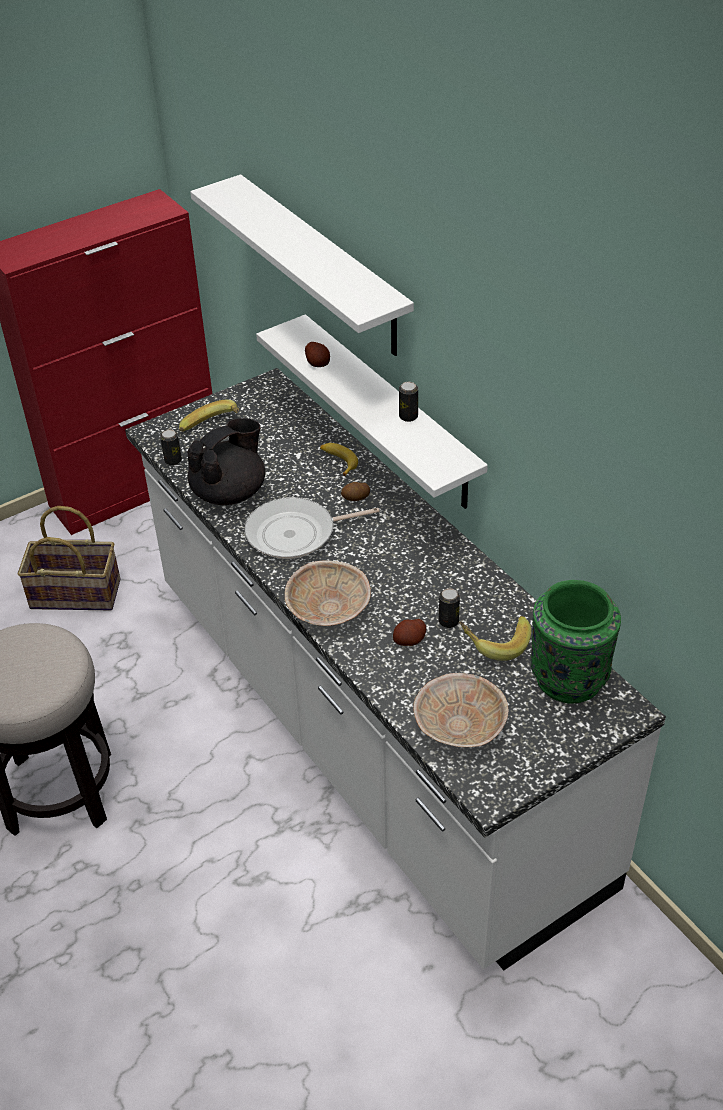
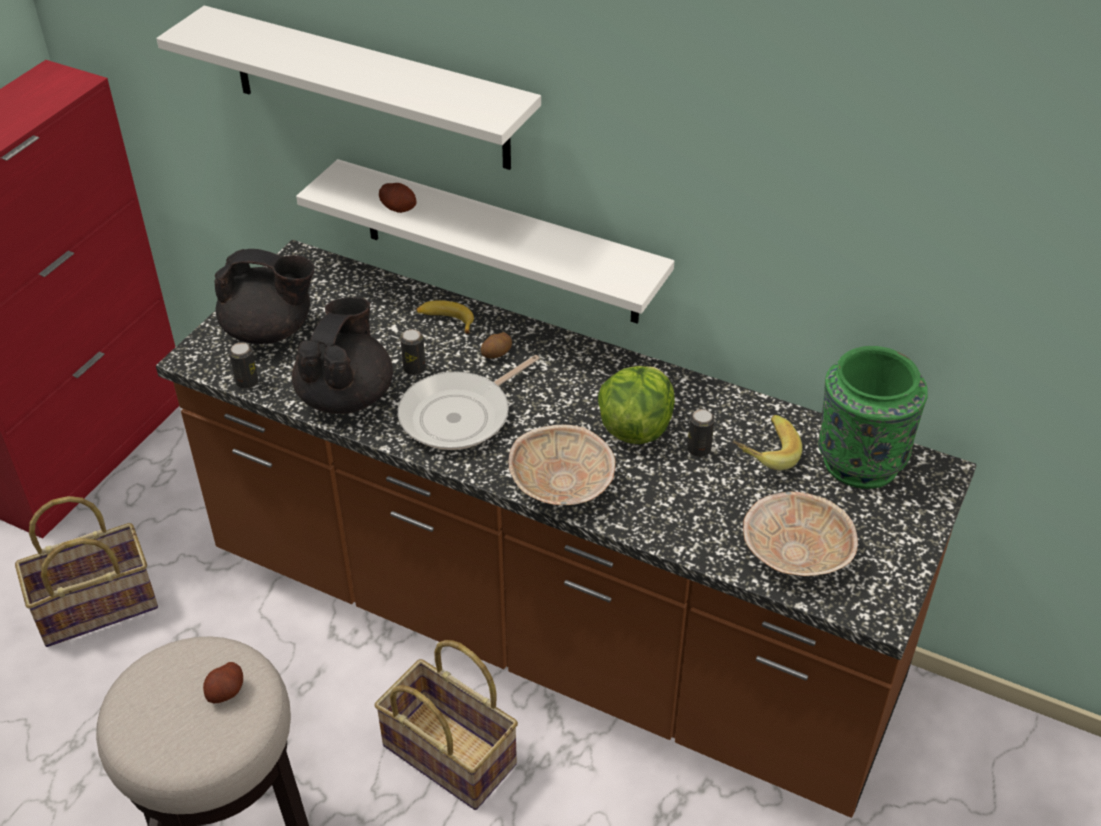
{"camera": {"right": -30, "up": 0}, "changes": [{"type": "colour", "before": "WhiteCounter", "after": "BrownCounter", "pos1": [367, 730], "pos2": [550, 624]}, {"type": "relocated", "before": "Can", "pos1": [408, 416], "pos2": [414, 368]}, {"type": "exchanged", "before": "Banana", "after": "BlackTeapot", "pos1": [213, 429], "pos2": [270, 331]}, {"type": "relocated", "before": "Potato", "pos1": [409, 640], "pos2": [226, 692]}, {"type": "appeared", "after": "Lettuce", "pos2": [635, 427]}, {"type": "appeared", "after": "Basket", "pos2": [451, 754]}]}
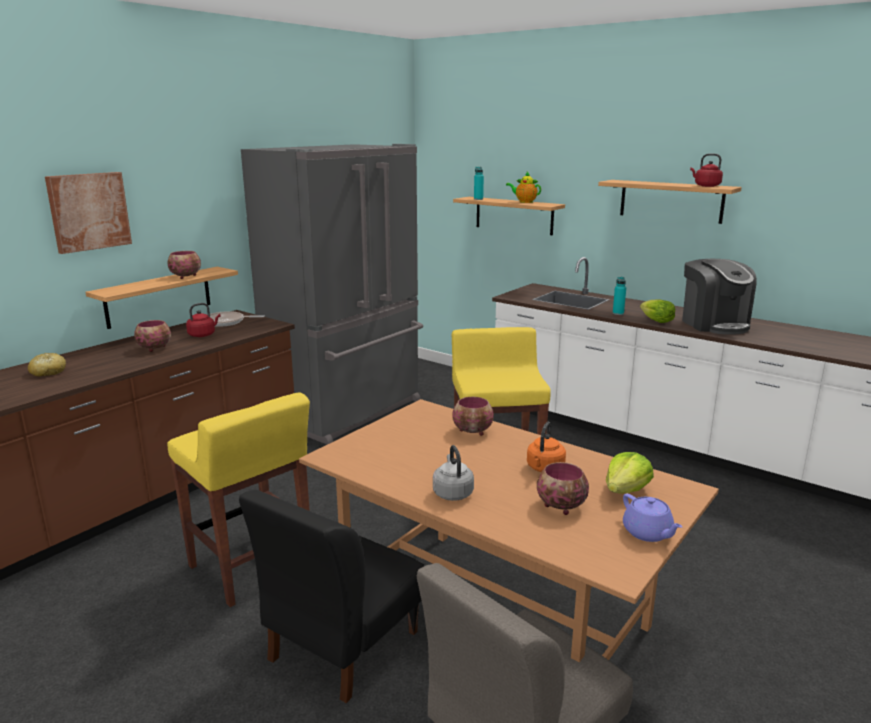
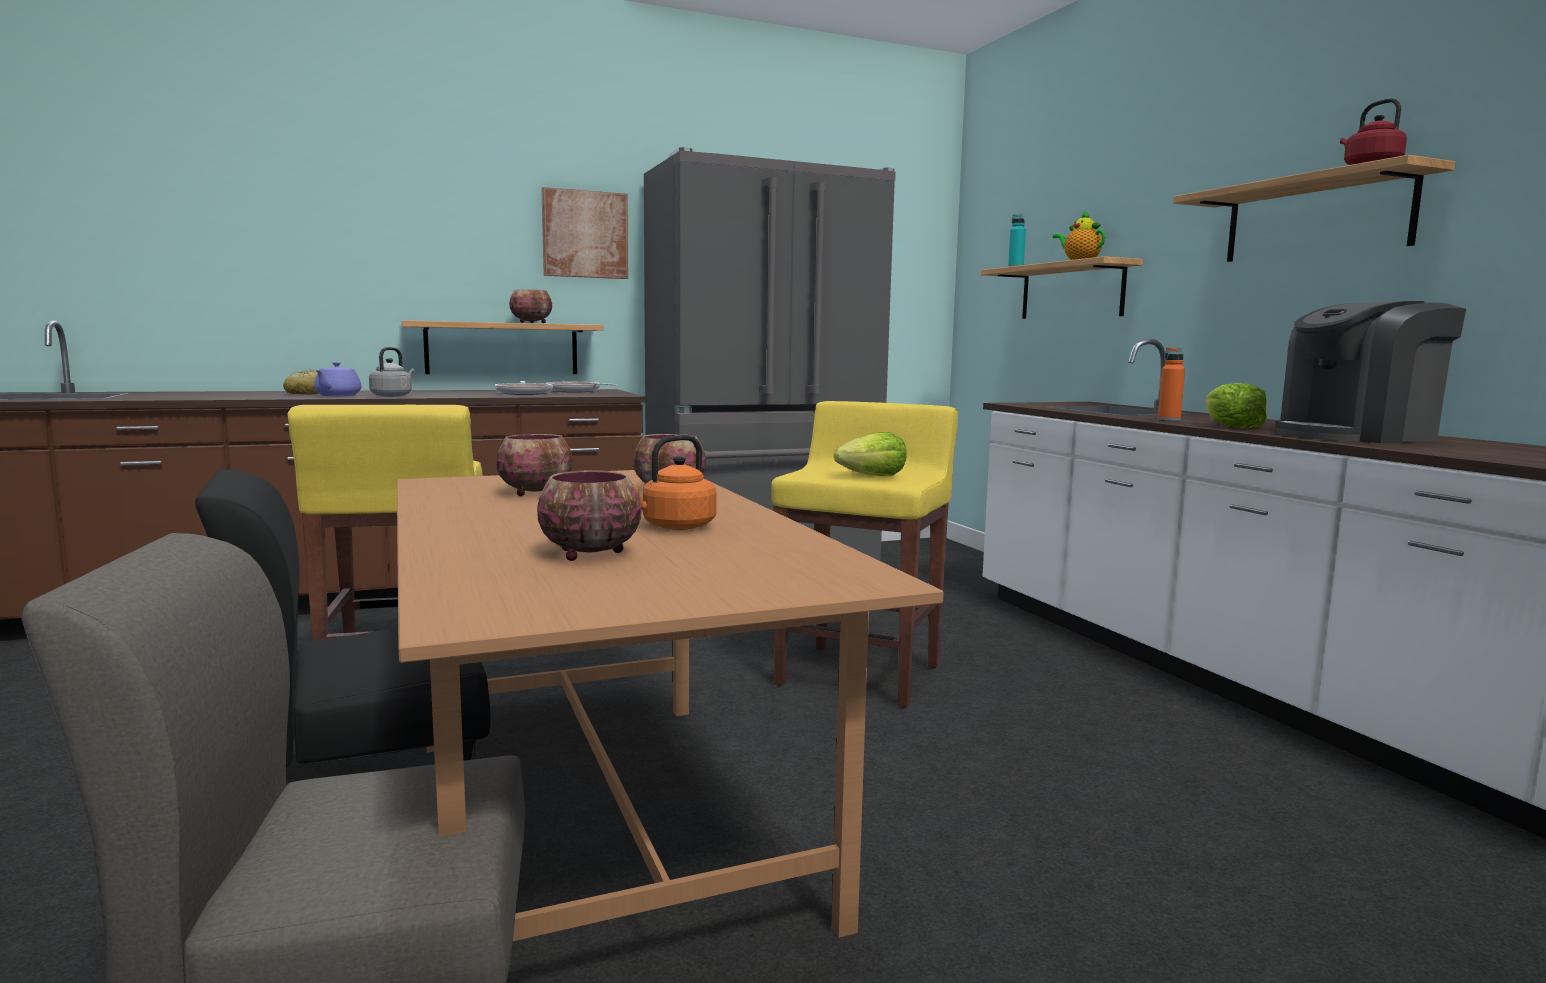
{"camera": {"right": 30, "up": -10}, "changes": [{"type": "relocated", "before": "Picture", "pos1": [89, 211], "pos2": [585, 234]}, {"type": "spun", "before": "CoffeeMachine", "pos1": [714, 324], "pos2": [1356, 436], "turn": 60}, {"type": "colour", "before": "TurquoiseBottle", "after": "OrangeBottle", "pos1": [618, 313], "pos2": [1169, 419]}, {"type": "exchanged", "before": "RedKettle", "after": "FryingPan", "pos1": [203, 335], "pos2": [524, 393]}, {"type": "relocated", "before": "Bowl", "pos1": [155, 348], "pos2": [537, 493]}, {"type": "relocated", "before": "GreyKettle", "pos1": [452, 492], "pos2": [393, 396]}, {"type": "relocated", "before": "Lettuce", "pos1": [626, 490], "pos2": [873, 476]}, {"type": "relocated", "before": "PurpleTeapot", "pos1": [648, 533], "pos2": [337, 396]}]}
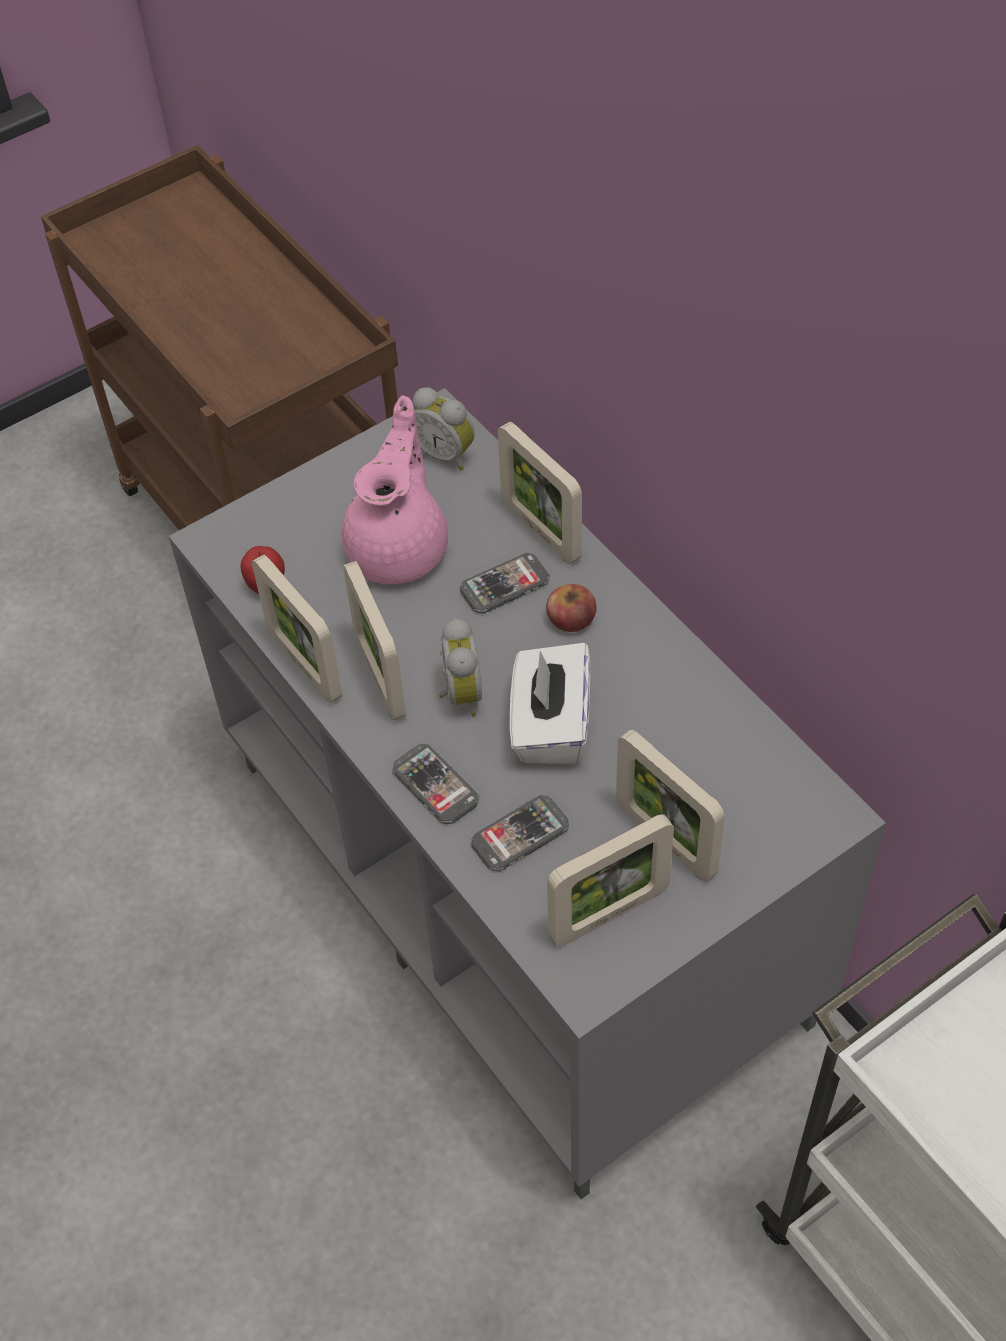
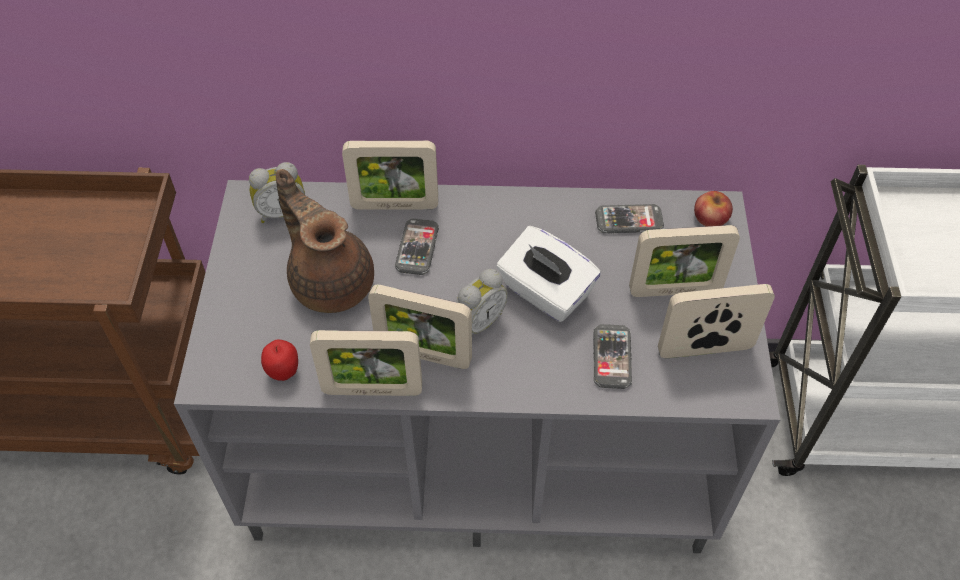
{"camera": {"right": -55, "up": 0}, "changes": [{"type": "colour", "before": "PinkTeapot", "after": "BrownTeapot", "pos1": [400, 547], "pos2": [331, 280]}, {"type": "relocated", "before": "Apple", "pos1": [571, 618], "pos2": [710, 218]}, {"type": "spun", "before": "AlarmClock", "pos1": [459, 694], "pos2": [477, 322], "turn": 105}, {"type": "relocated", "before": "Phone", "pos1": [435, 786], "pos2": [629, 220]}, {"type": "spun", "before": "PictureFrame", "pos1": [609, 914], "pos2": [705, 349], "turn": -105}]}
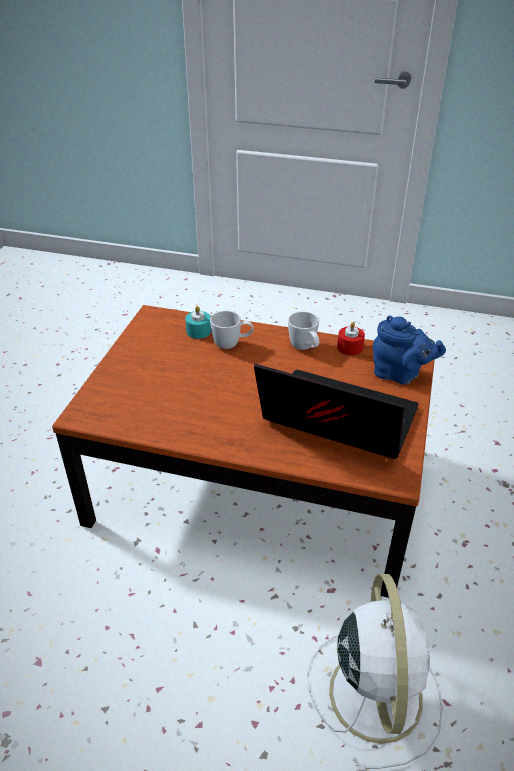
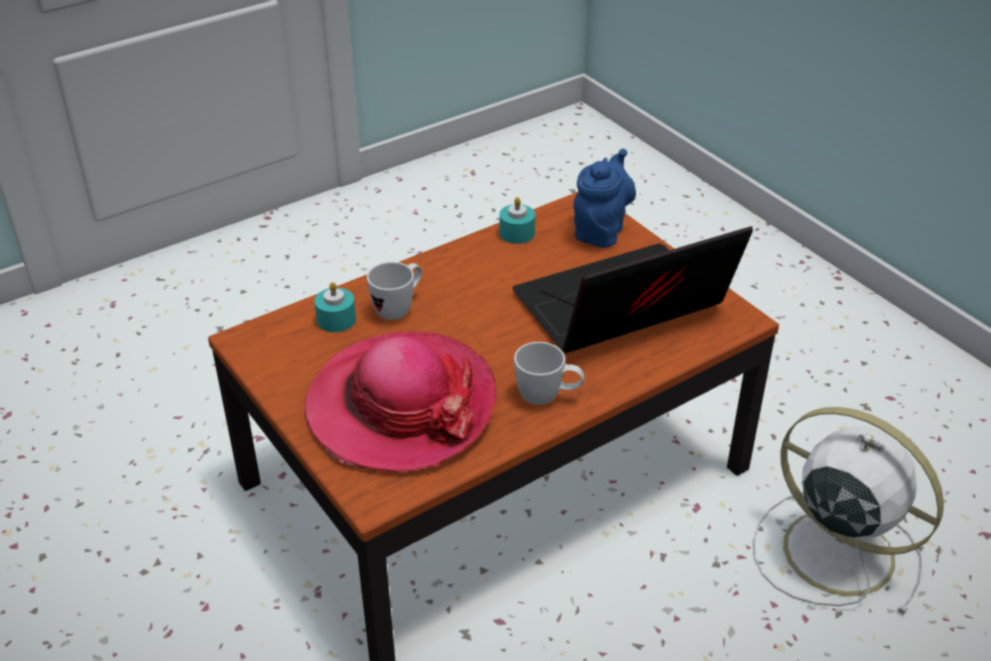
{"camera": {"right": -50, "up": 0}, "changes": [{"type": "relocated", "before": "WhiteMug", "pos1": [305, 348], "pos2": [548, 397]}, {"type": "spun", "before": "BlueTeapot", "pos1": [399, 375], "pos2": [601, 230], "turn": -45}, {"type": "colour", "before": "RedCandle", "after": "TurquoiseCandle", "pos1": [350, 347], "pos2": [517, 233]}, {"type": "appeared", "after": "Hat", "pos2": [401, 406]}]}
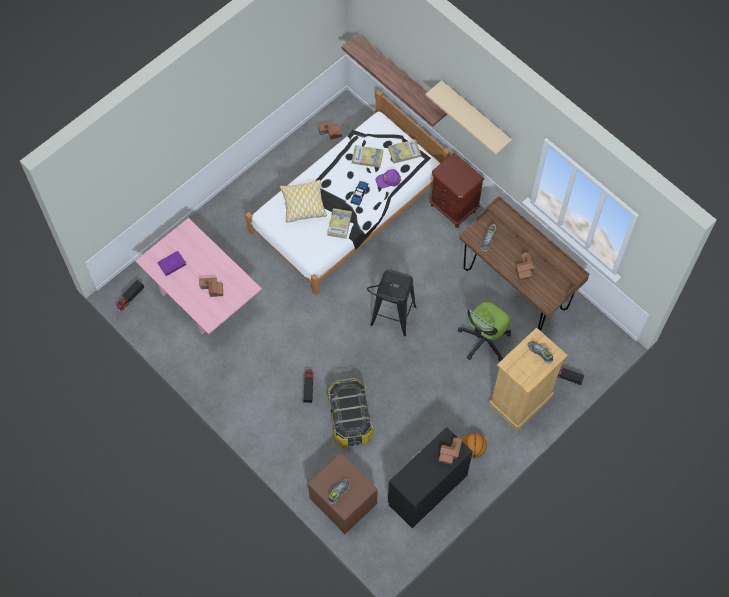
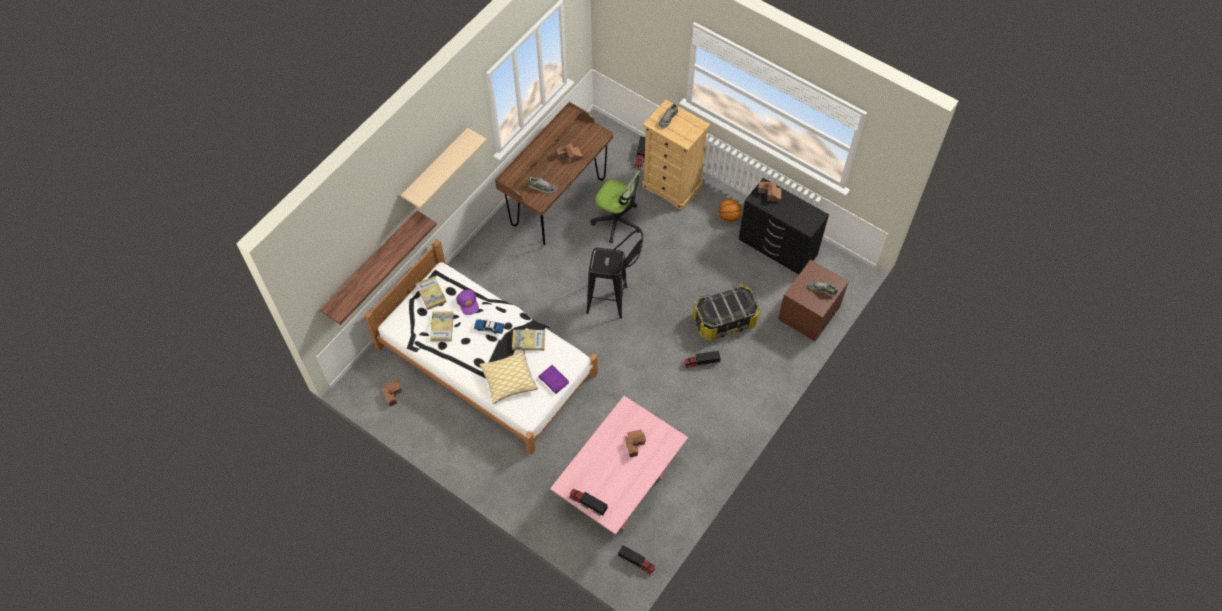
{"camera": {"right": -100, "up": -5}, "changes": [{"type": "missing", "before": "BrownNightstand", "pos1": [453, 208]}, {"type": "relocated", "before": "PurpleBook", "pos1": [172, 264], "pos2": [554, 380]}, {"type": "appeared", "after": "ToyTruck", "pos2": [587, 503]}]}
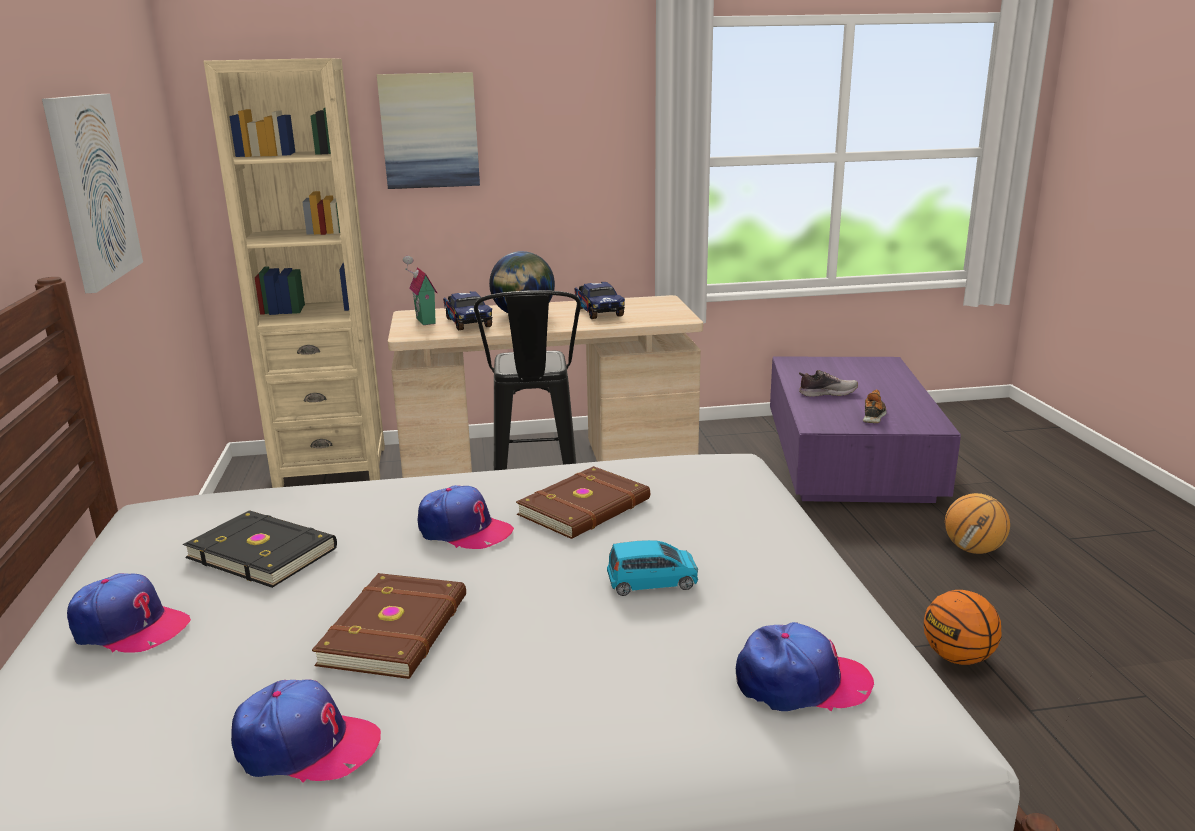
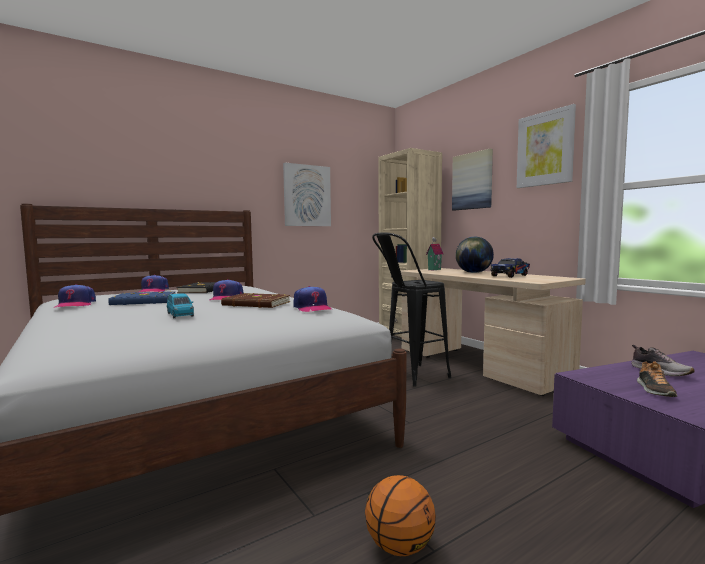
{"camera": {"right": 65, "up": -15}, "changes": [{"type": "missing", "before": "ToyTruck", "pos1": [468, 322]}, {"type": "spun", "before": "Shoe", "pos1": [874, 415], "pos2": [654, 390], "turn": 105}, {"type": "missing", "before": "Basketball", "pos1": [973, 550]}, {"type": "colour", "before": "BrownBook", "after": "BlueBook", "pos1": [398, 630], "pos2": [144, 301]}, {"type": "relocated", "before": "Cap", "pos1": [801, 682], "pos2": [312, 308]}, {"type": "appeared", "after": "Picture", "pos2": [545, 149]}]}
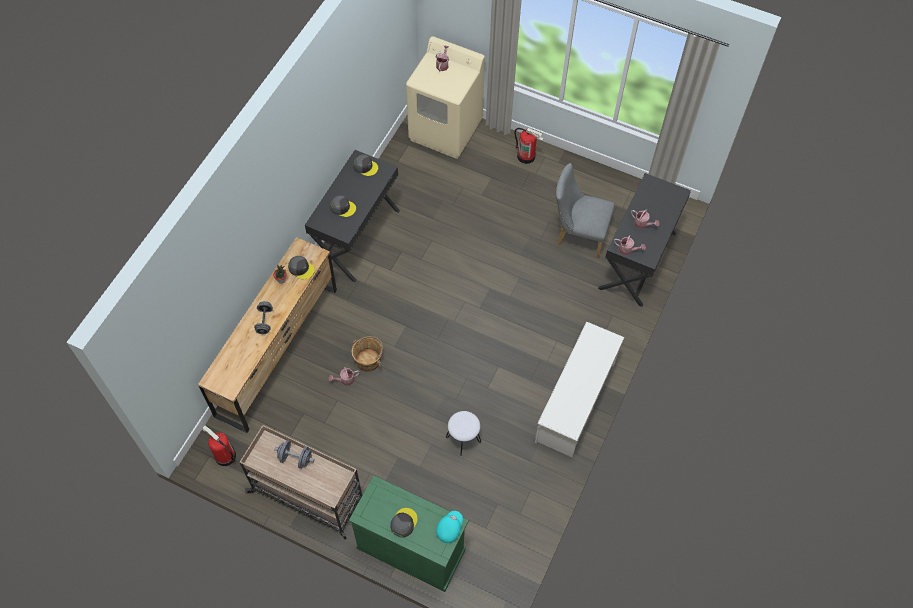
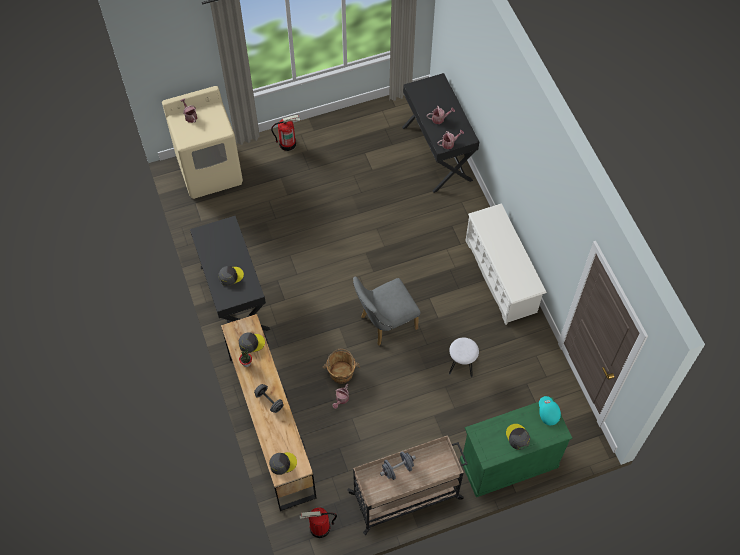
{"camera": {"right": -45, "up": 0}, "changes": [{"type": "relocated", "before": "GreyCap", "pos1": [365, 167], "pos2": [282, 463]}, {"type": "relocated", "before": "GreyChair", "pos1": [578, 234], "pos2": [384, 323]}]}
